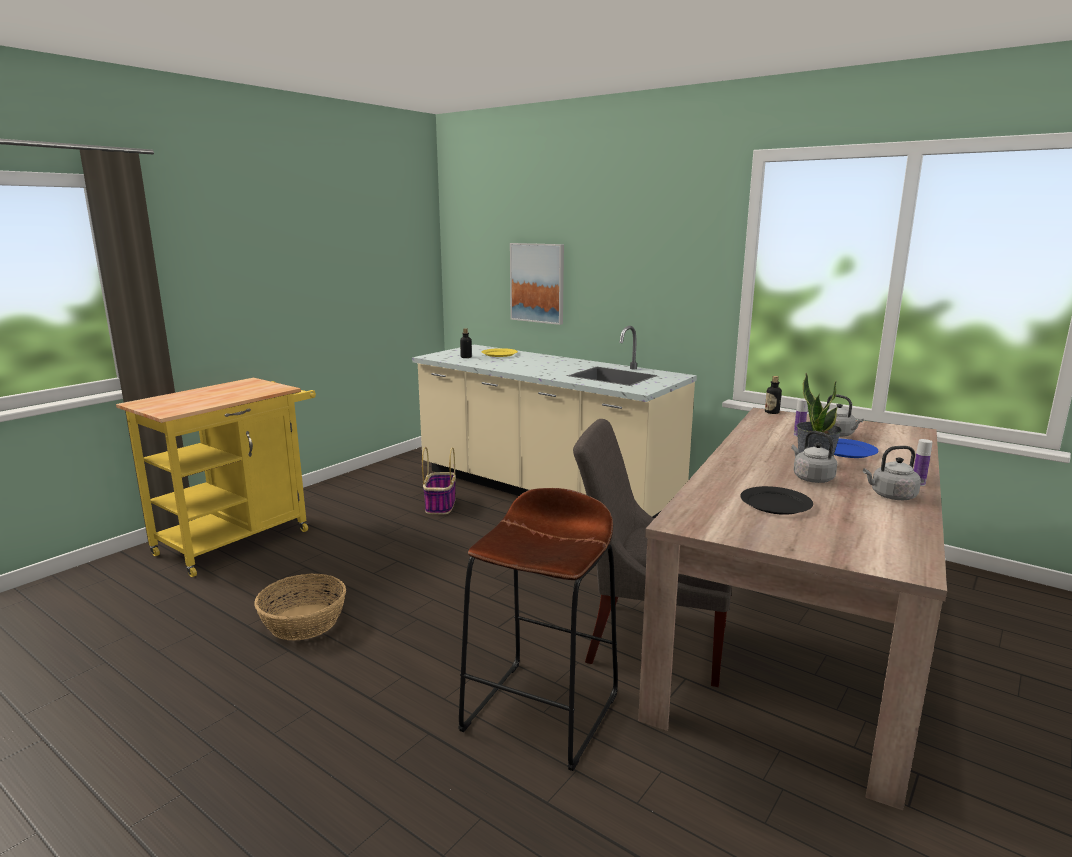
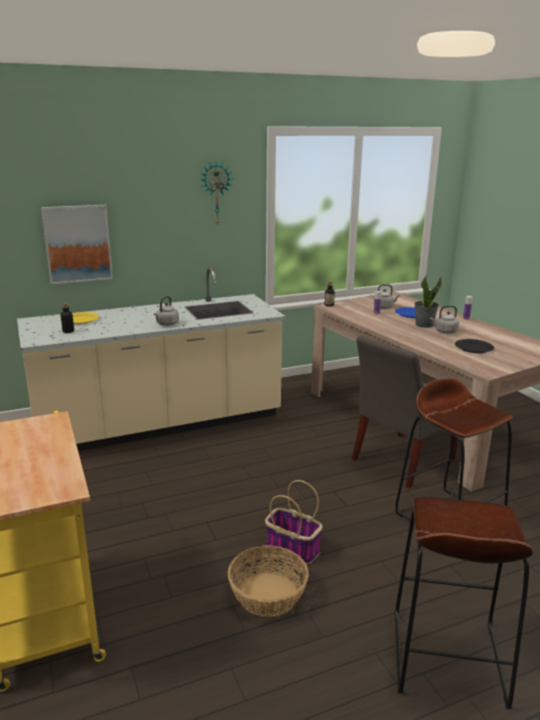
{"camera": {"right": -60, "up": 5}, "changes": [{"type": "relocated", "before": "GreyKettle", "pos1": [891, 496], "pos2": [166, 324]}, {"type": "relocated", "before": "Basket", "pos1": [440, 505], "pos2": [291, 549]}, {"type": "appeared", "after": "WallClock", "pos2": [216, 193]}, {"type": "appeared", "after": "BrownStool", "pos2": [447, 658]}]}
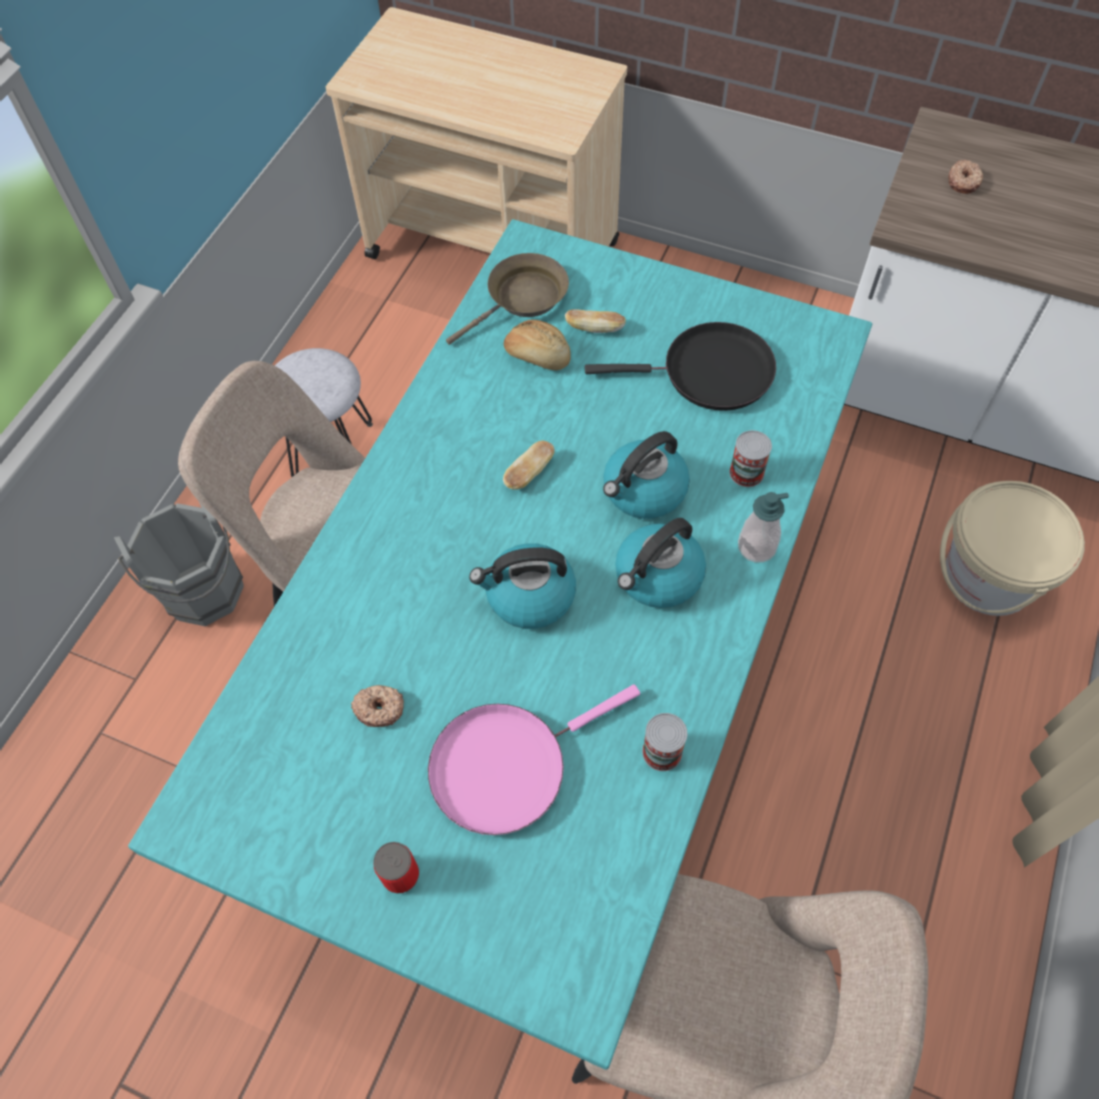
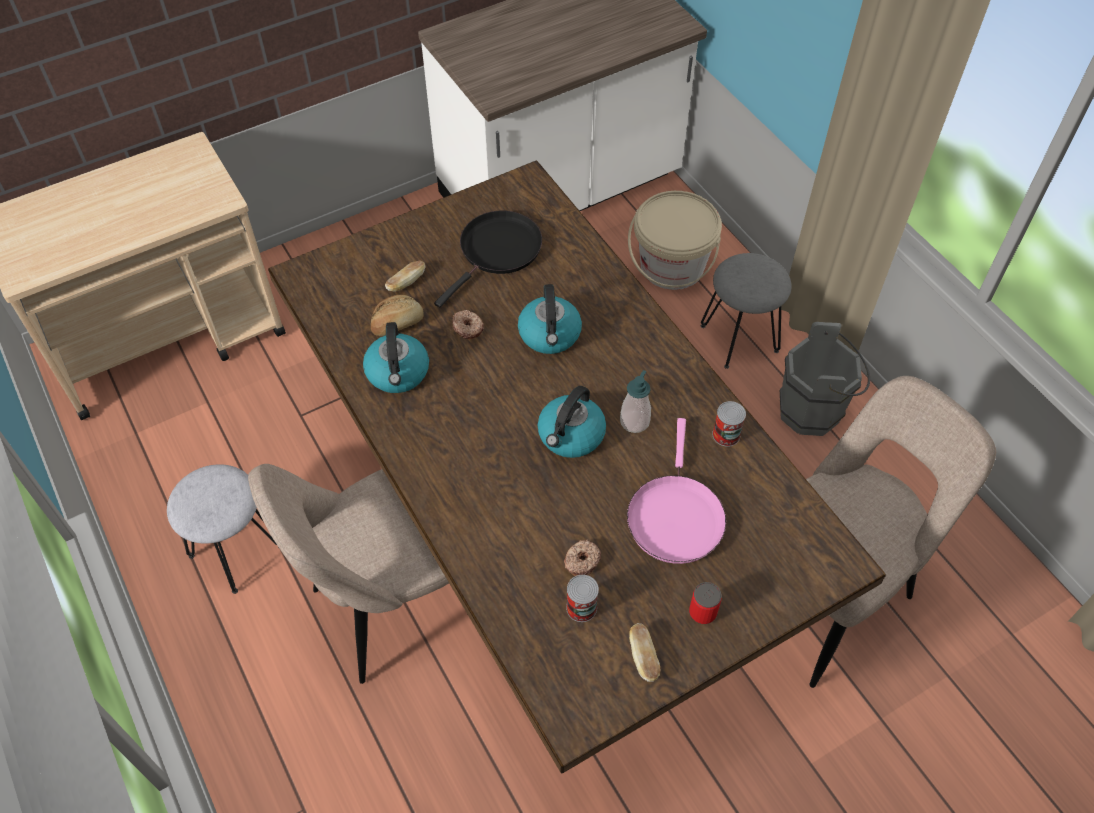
{"camera": {"right": -55, "up": -5}, "changes": [{"type": "relocated", "before": "Donut", "pos1": [964, 182], "pos2": [468, 327]}, {"type": "colour", "before": "TurquoiseDiningTable", "after": "BrownDiningTable", "pos1": [554, 678], "pos2": [546, 527]}, {"type": "missing", "before": "BrownFryingPan", "pos1": [522, 299]}, {"type": "relocated", "before": "Can", "pos1": [746, 472], "pos2": [581, 607]}, {"type": "relocated", "before": "Bread", "pos1": [529, 473], "pos2": [643, 657]}, {"type": "relocated", "before": "SoapDispenser", "pos1": [756, 547], "pos2": [634, 421]}, {"type": "relocated", "before": "GreyBucket", "pos1": [207, 597], "pos2": [814, 412]}, {"type": "relocated", "before": "Kettle", "pos1": [657, 577], "pos2": [398, 373]}, {"type": "appeared", "after": "GreyStool", "pos2": [740, 338]}]}
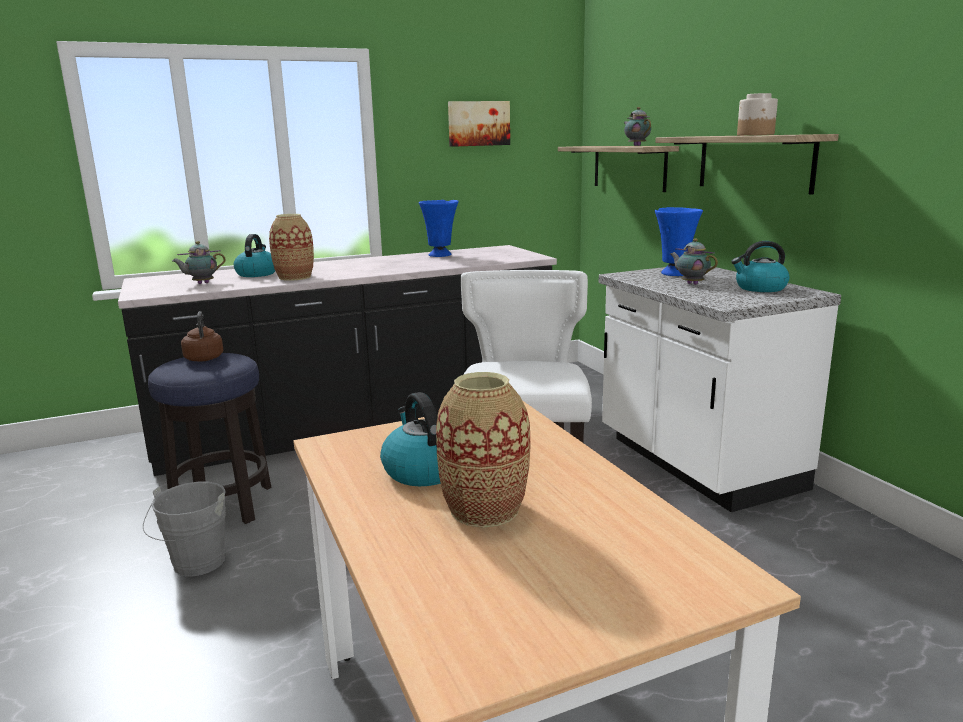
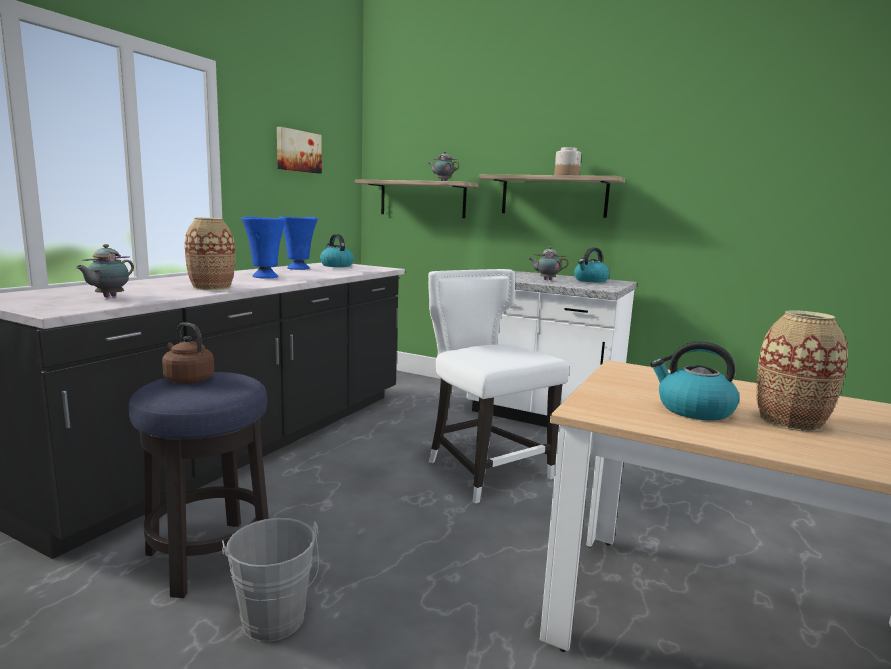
{"camera": {"right": -40, "up": -5}, "changes": [{"type": "relocated", "before": "BlueVase", "pos1": [674, 273], "pos2": [265, 277]}, {"type": "relocated", "before": "Kettle", "pos1": [256, 274], "pos2": [336, 265]}]}
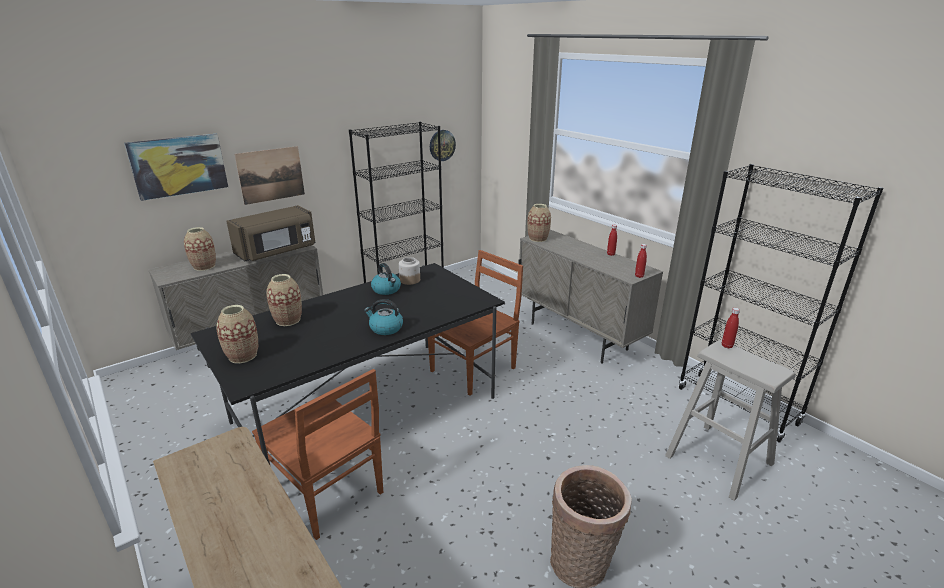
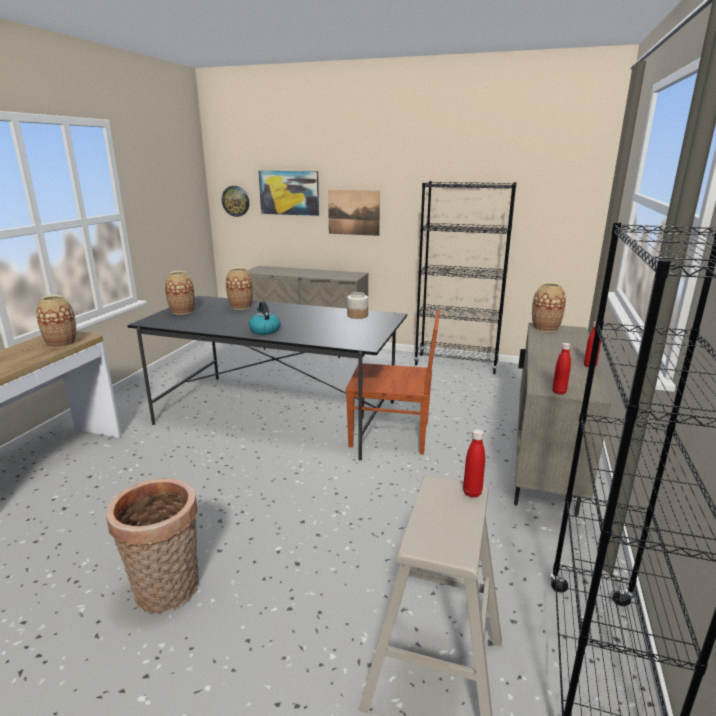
{"camera": {"right": 55, "up": -5}, "changes": [{"type": "relocated", "before": "WallClock", "pos1": [442, 145], "pos2": [235, 201]}, {"type": "missing", "before": "BrownMicrowave", "pos1": [277, 251]}, {"type": "relocated", "before": "Vase", "pos1": [204, 266], "pos2": [61, 343]}, {"type": "missing", "before": "Kettle", "pos1": [387, 290]}, {"type": "missing", "before": "BrownChair", "pos1": [327, 492]}]}
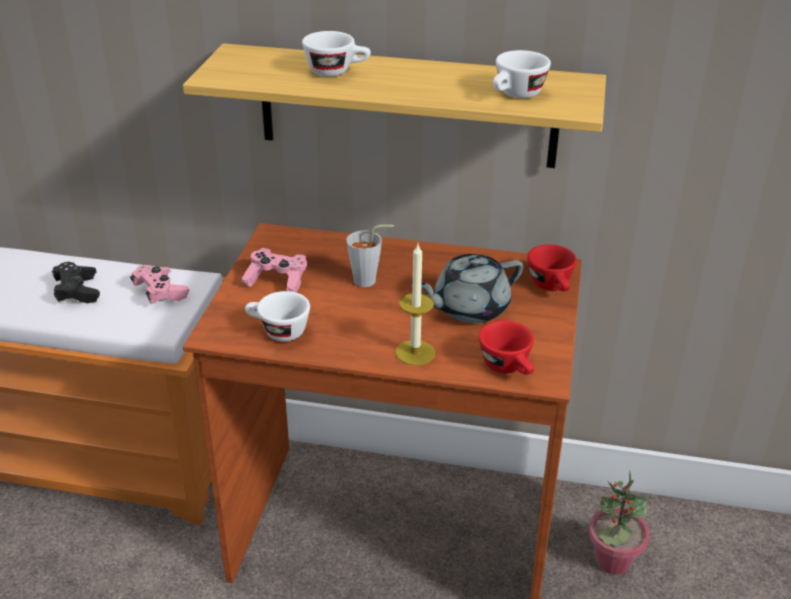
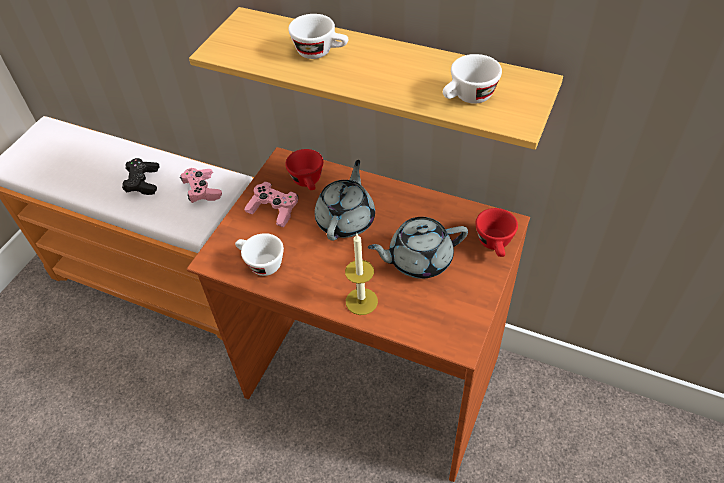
{"camera": {"right": 15, "up": 15}, "changes": [{"type": "exchanged", "before": "GreyCup", "after": "GreyTeapot", "pos1": [370, 281], "pos2": [346, 219]}, {"type": "relocated", "before": "RedCup", "pos1": [509, 368], "pos2": [308, 182]}, {"type": "missing", "before": "PottedPlant", "pos1": [612, 561]}]}
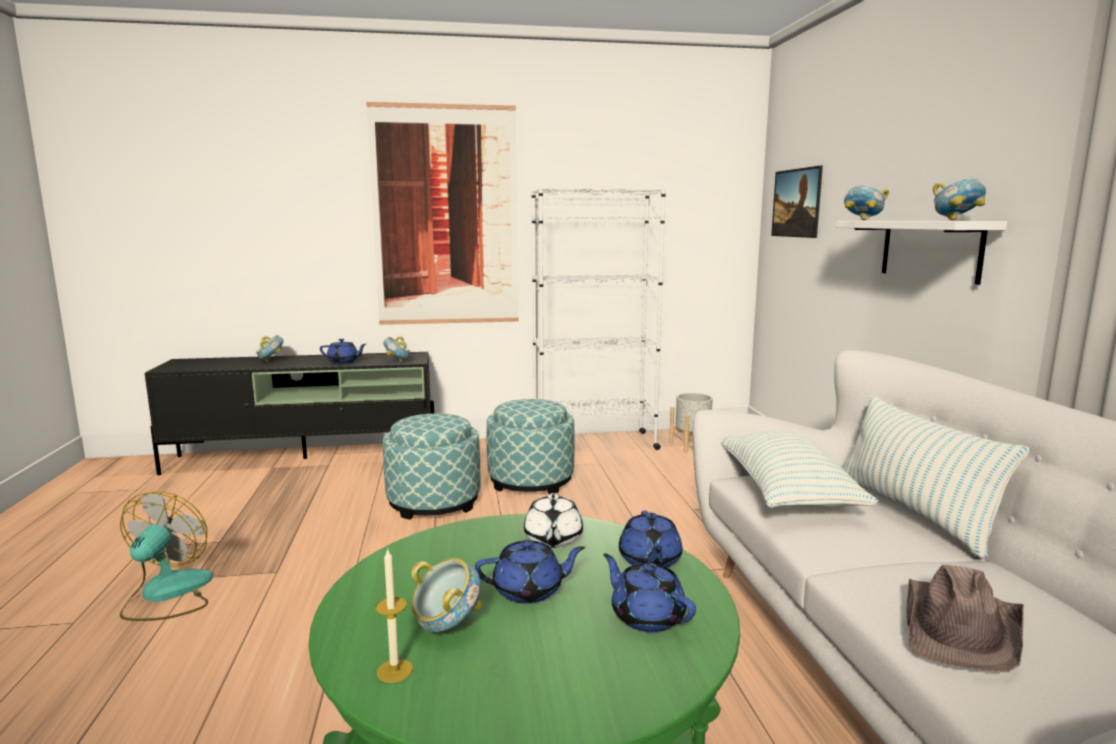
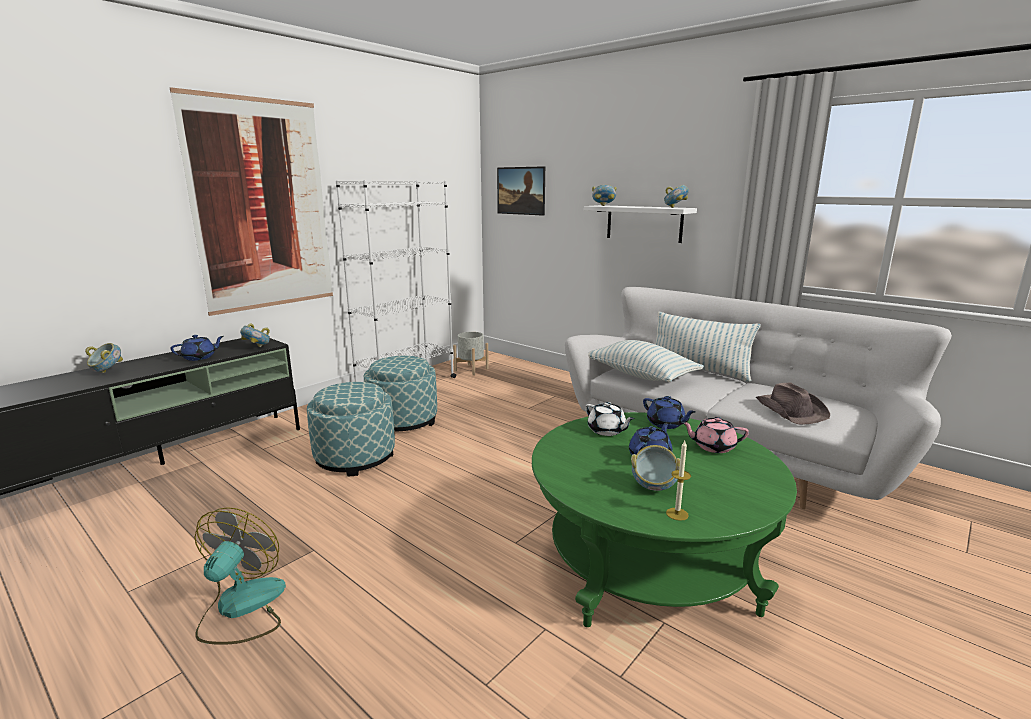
{"camera": {"right": -40, "up": 5}, "changes": [{"type": "spun", "before": "Fan", "pos1": [167, 595], "pos2": [241, 608], "turn": 45}, {"type": "colour", "before": "BlueTeapot", "after": "PinkTeapot", "pos1": [646, 616], "pos2": [713, 447]}]}
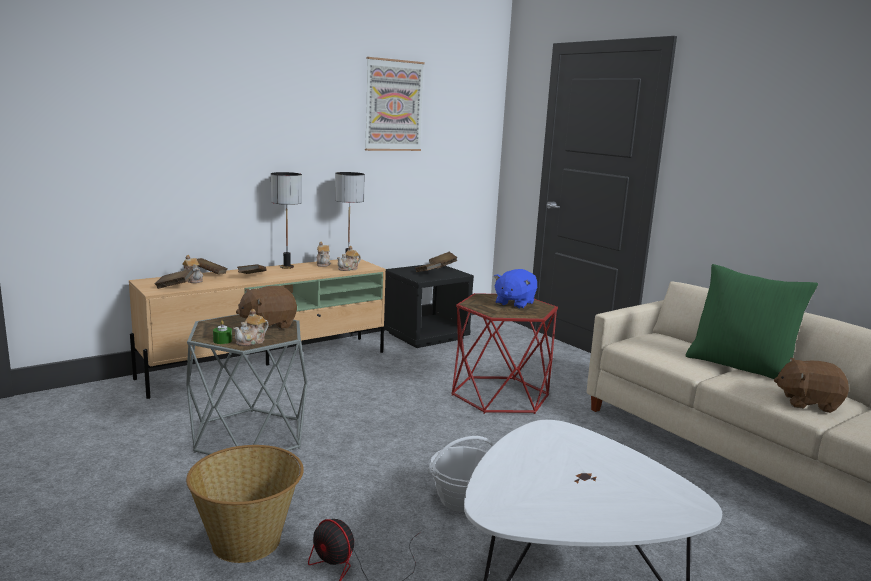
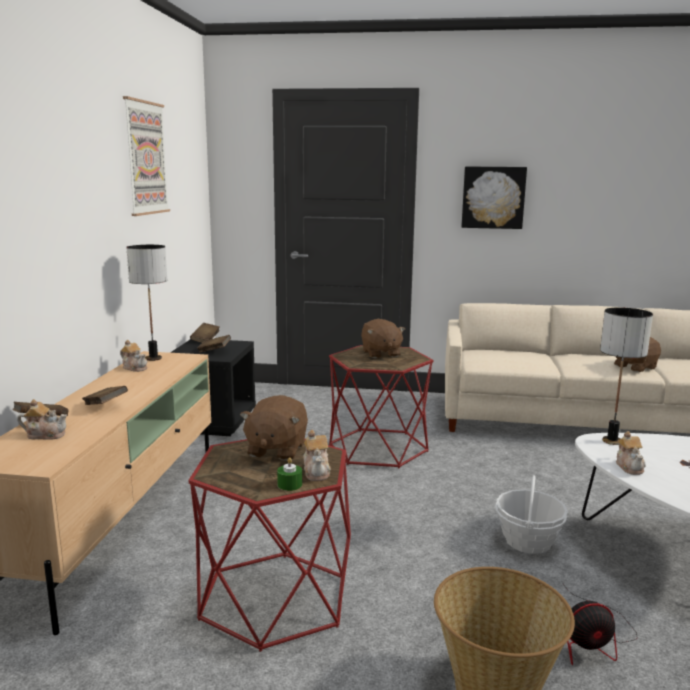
{"camera": {"right": -45, "up": 0}, "changes": [{"type": "relocated", "before": "TableLamp", "pos1": [287, 267], "pos2": [612, 441]}, {"type": "relocated", "before": "Teapot", "pos1": [349, 269], "pos2": [629, 467]}, {"type": "missing", "before": "GreenPillow", "pos1": [741, 366]}, {"type": "missing", "before": "BrownBook", "pos1": [175, 287]}, {"type": "colour", "before": "BluePlushToy", "after": "BrownPlushToy", "pos1": [514, 303], "pos2": [380, 354]}, {"type": "colour", "before": "GreySideTable", "after": "RedSideTable", "pos1": [248, 436], "pos2": [274, 599]}, {"type": "appeared", "after": "Picture", "pos2": [493, 197]}]}
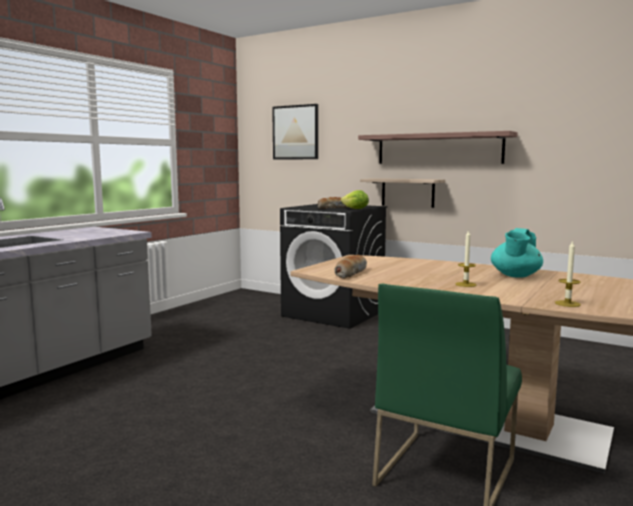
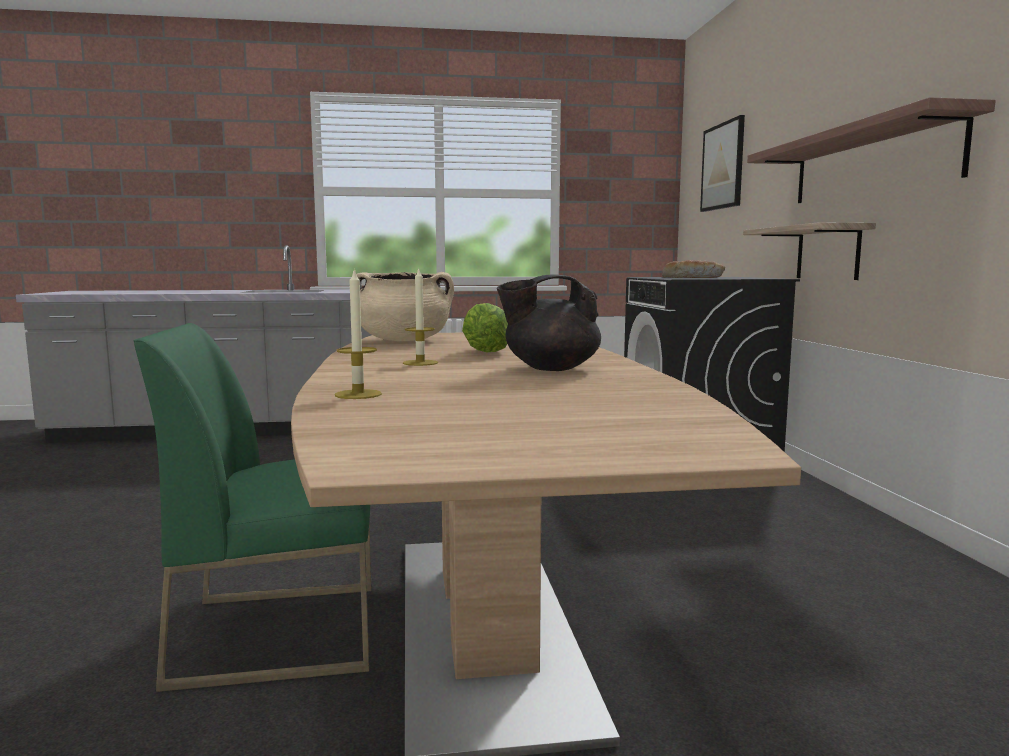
{"camera": {"right": 50, "up": 0}, "changes": [{"type": "relocated", "before": "Lettuce", "pos1": [355, 209], "pos2": [484, 352]}, {"type": "colour", "before": "TurquoiseTeapot", "after": "BlackTeapot", "pos1": [515, 276], "pos2": [550, 368]}, {"type": "exchanged", "before": "Bread", "after": "BeigeCookingPot", "pos1": [350, 273], "pos2": [404, 340]}]}
